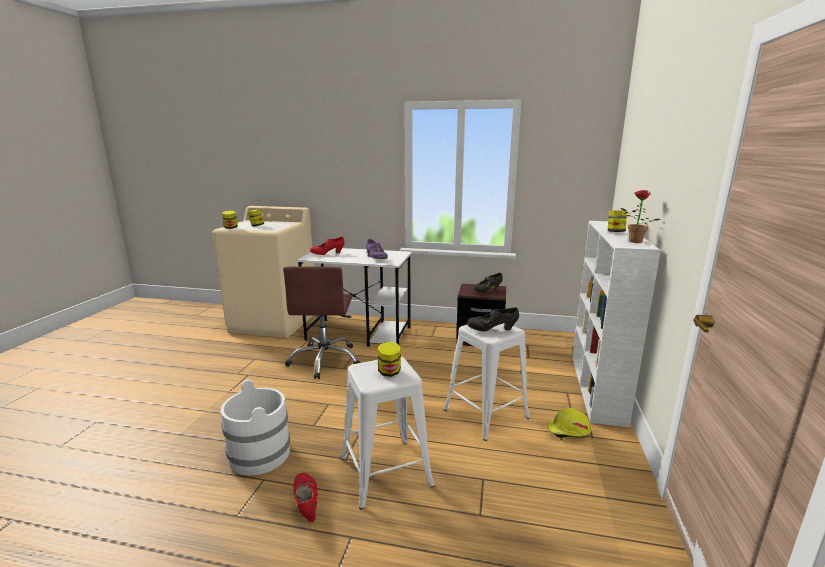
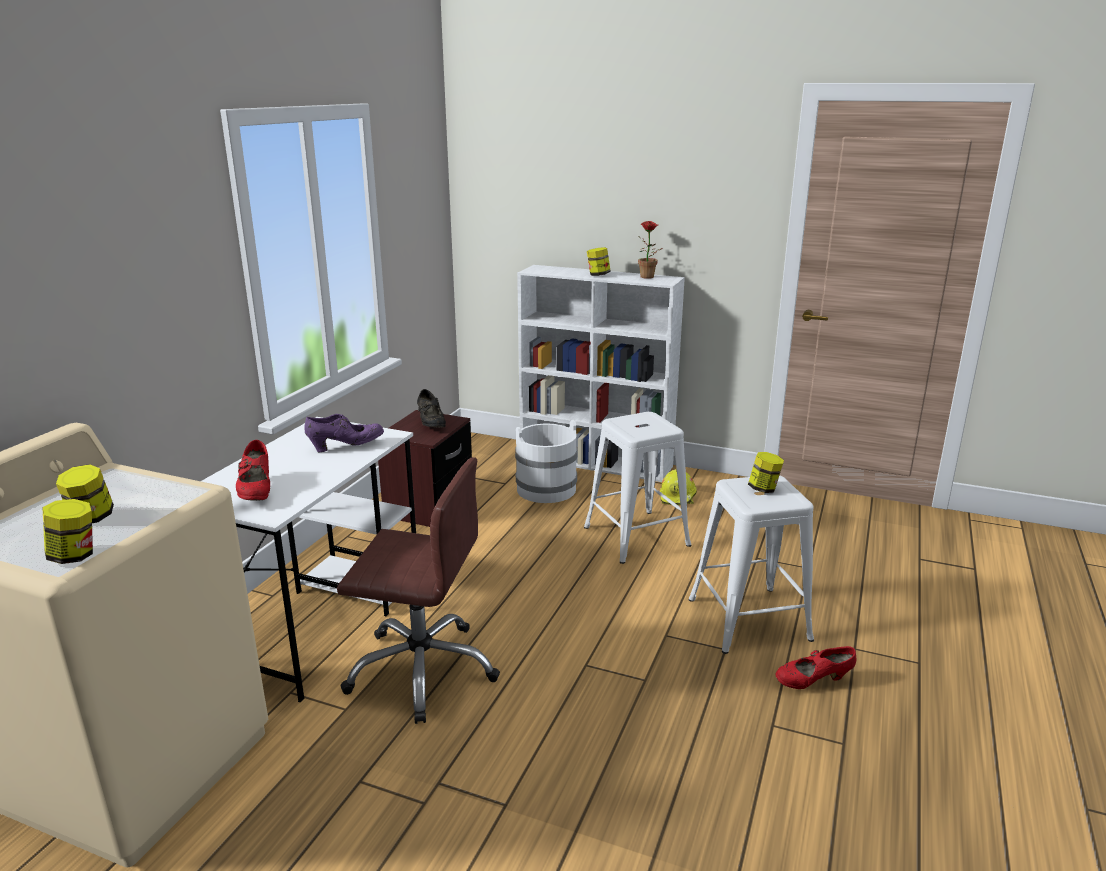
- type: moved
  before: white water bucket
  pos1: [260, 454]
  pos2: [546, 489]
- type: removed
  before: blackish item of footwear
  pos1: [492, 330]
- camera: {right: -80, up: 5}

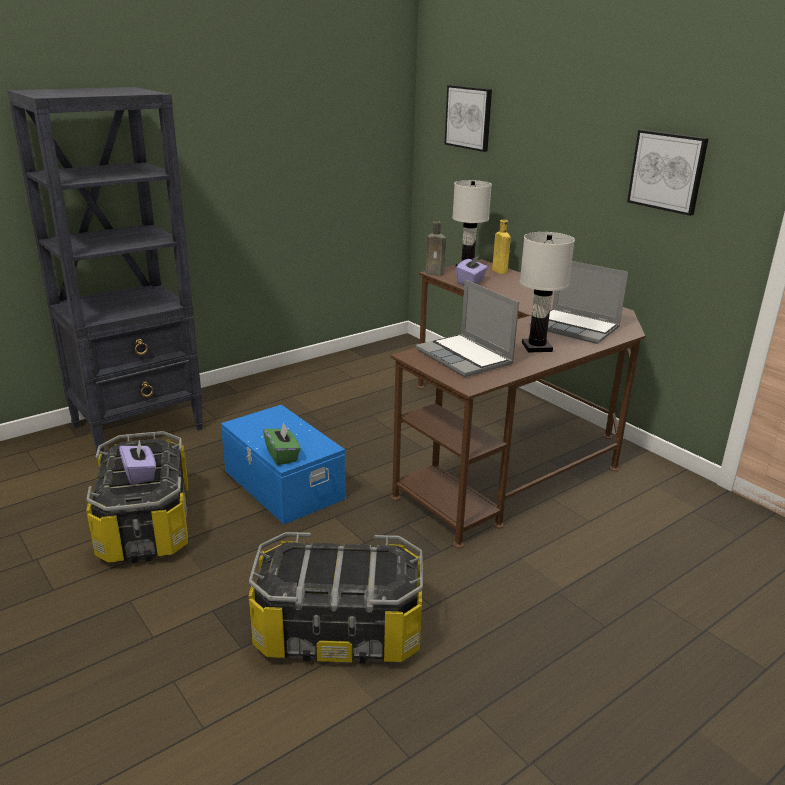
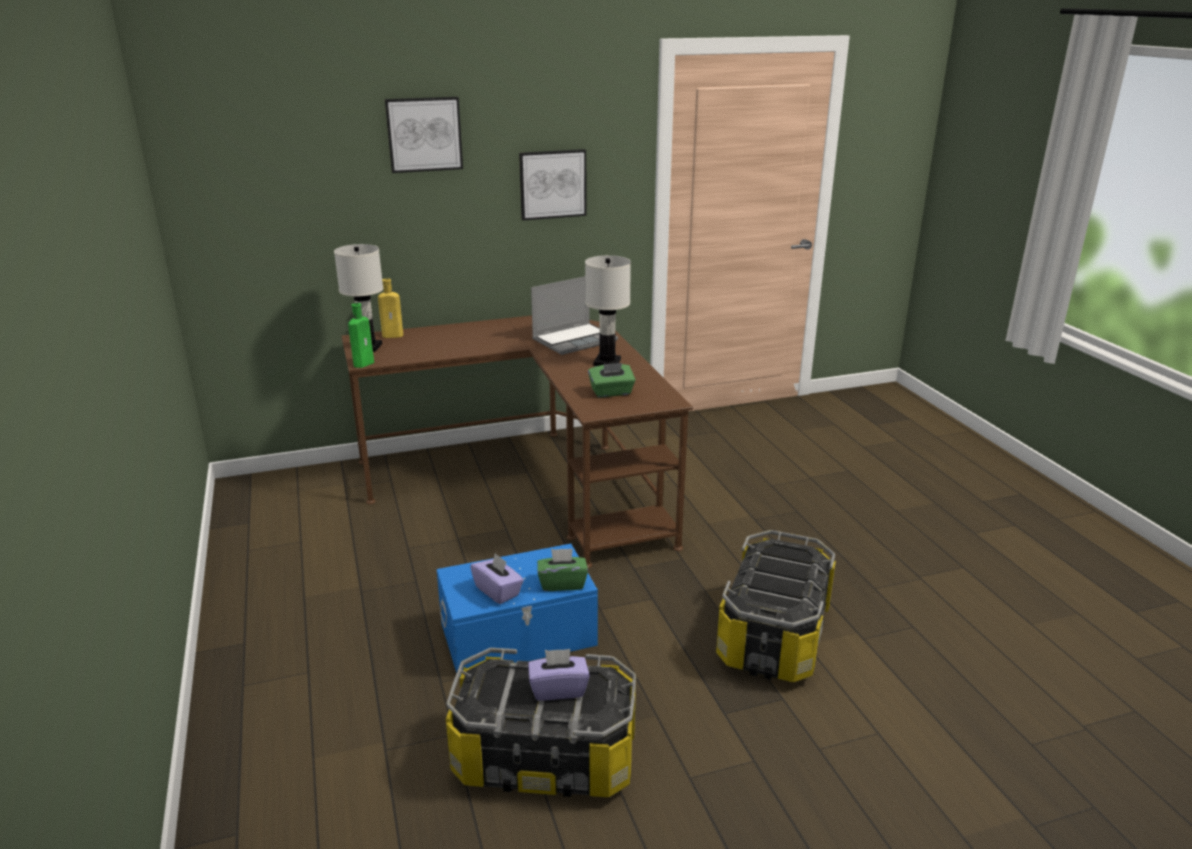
- type: recoloured
  before: brown-coloured drink bottle
  after: greenish drink bottle
  pos1: [436, 273]
  pos2: [365, 363]
- type: moved
  before: picture
  pos1: [469, 117]
  pos2: [424, 134]
- type: moved
  before: purple box of tissues
  pos1: [471, 282]
  pos2: [498, 591]
- type: replaced
  before: portable computer
  after: greenish box of tissues
  pos1: [465, 357]
  pos2: [611, 392]
- type: removed
  before: blackish bookcase
  pos1: [139, 427]
- camera: {right: -70, up: 0}

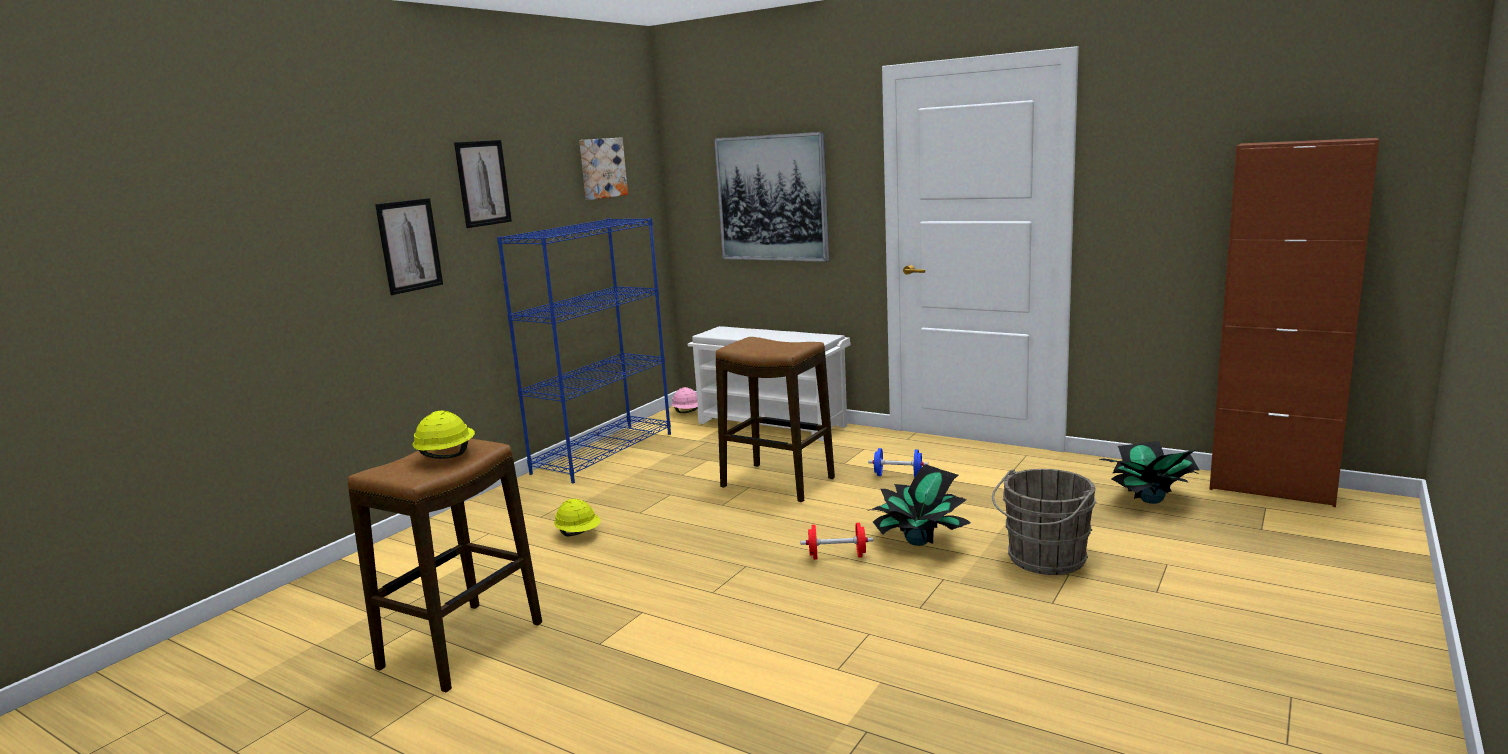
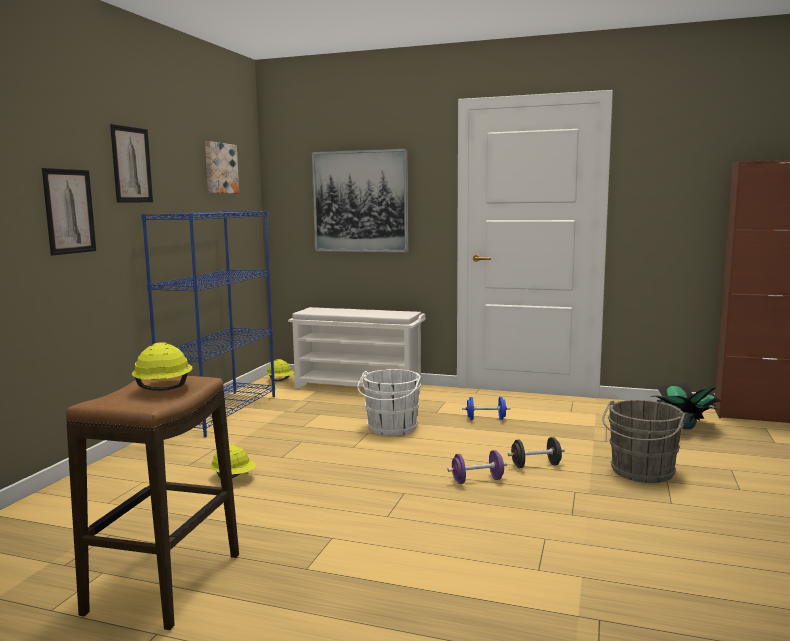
- type: recoloured
  before: pinkish safety helmet
  after: yellow safety helmet
  pos1: [688, 412]
  pos2: [280, 380]
- type: replaced
  before: stool
  after: white water bucket
  pos1: [778, 483]
  pos2: [391, 428]
- type: recoloured
  before: red dumbbell
  after: purple dumbbell
  pos1: [837, 556]
  pos2: [477, 480]
- type: replaced
  before: plant in a pot
  after: blackish dumbbell
  pos1: [918, 542]
  pos2: [536, 465]
- camera: {right: -15, up: -5}

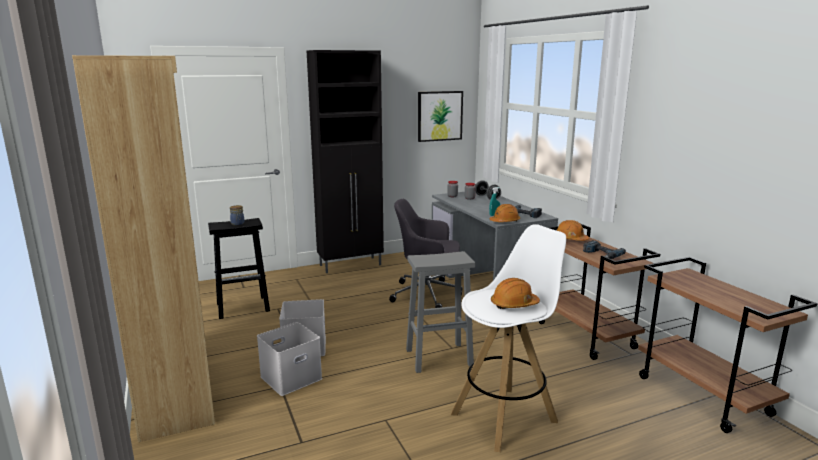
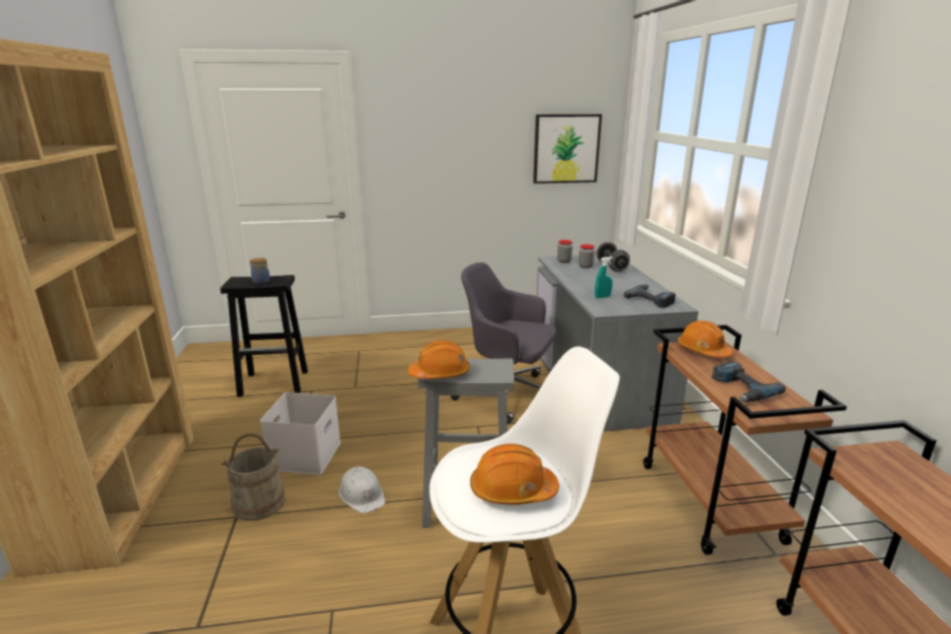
- type: replaced
  before: white storage bin
  after: beige water bucket
  pos1: [291, 377]
  pos2: [259, 503]
- type: added
  after: white safety helmet
  pos2: [362, 494]
- type: moved
  before: orange safety helmet
  pos1: [505, 221]
  pos2: [440, 374]
- type: removed
  before: blackish storage cabinet
  pos1: [351, 265]
- camera: {right: 15, up: 5}

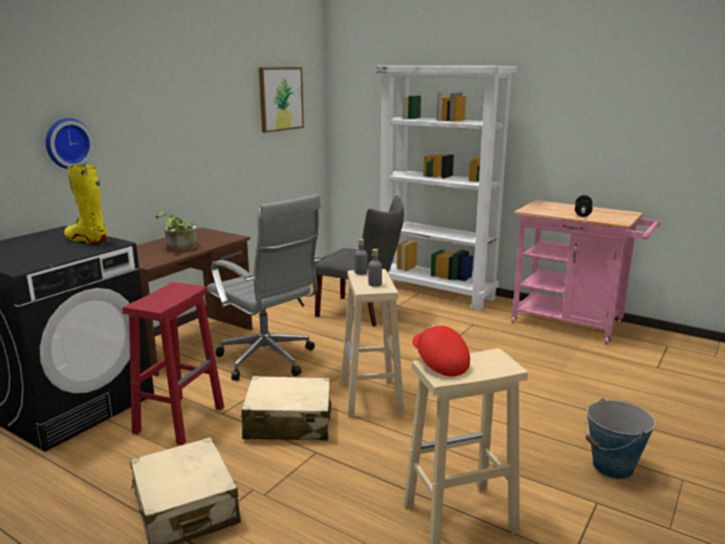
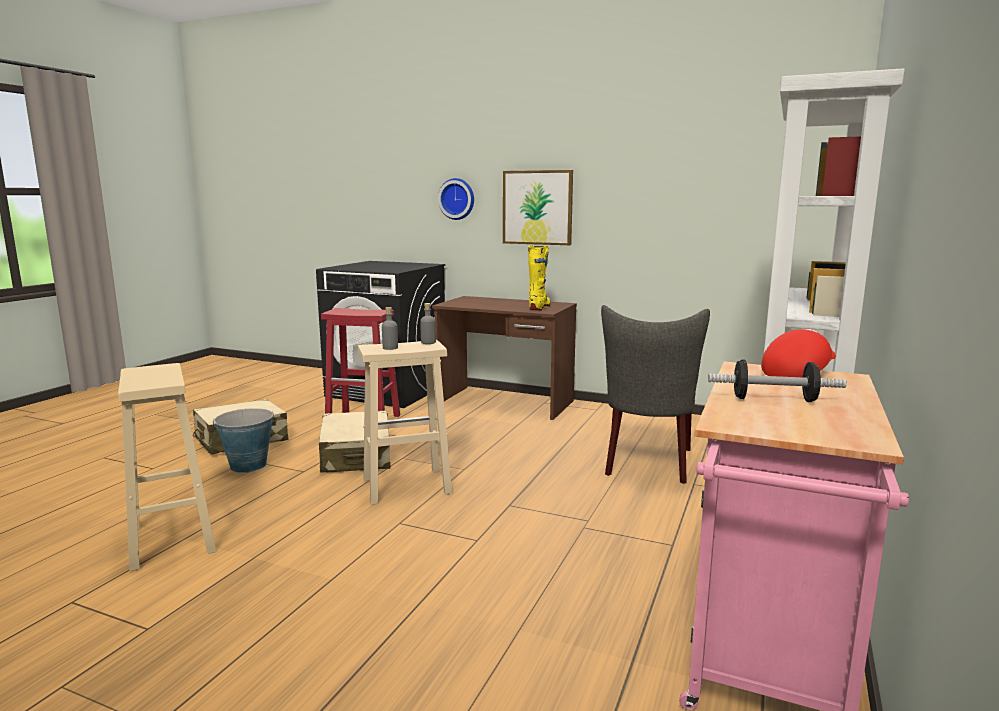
- type: moved
  before: water bucket
  pos1: [613, 467]
  pos2: [248, 465]
- type: moved
  before: picture
  pos1: [281, 99]
  pos2: [537, 207]
- type: moved
  before: yellow high-top boot
  pos1: [87, 240]
  pos2: [539, 308]
- type: moved
  before: red cap
  pos1: [438, 362]
  pos2: [797, 373]
- type: removed
  before: plant in a pot
  pos1: [179, 247]
- type: removed
  before: gray desk chair
  pos1: [269, 361]
- camera: {right: 80, up: -5}

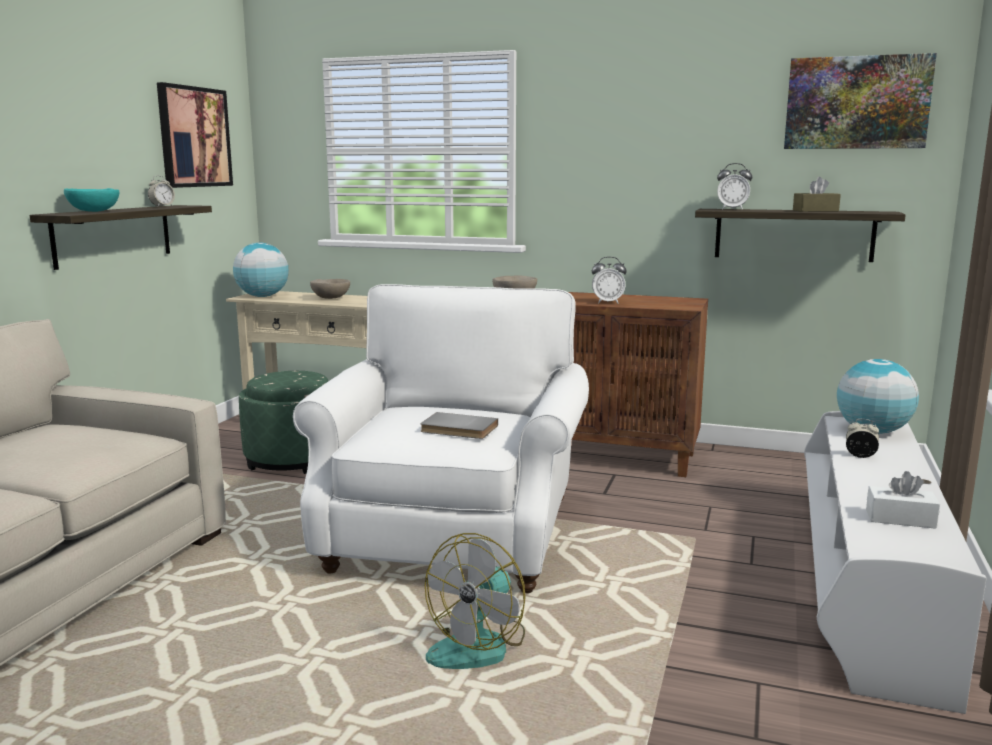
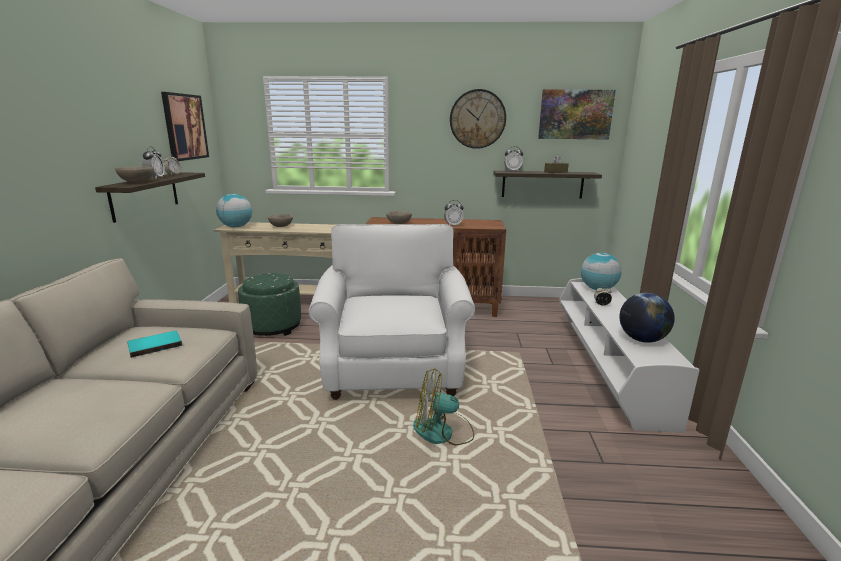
- type: recoloured
  before: blue-green bowl
  after: beige bowl
  pos1: [94, 211]
  pos2: [137, 182]
- type: added
  after: blue-green book
  pos2: [155, 345]
- type: added
  after: bedside clock
  pos2: [155, 178]
- type: turned
  before: fan
  pos1: [479, 645]
  pos2: [442, 432]
  turn: 75
- type: added
  after: hanging clock
  pos2: [477, 119]
- type: replaced
  before: white box of tissues
  after: world globe
  pos1: [900, 519]
  pos2: [642, 340]
- type: removed
  before: gray book
  pos1: [458, 429]
- camera: {right: -15, up: 5}

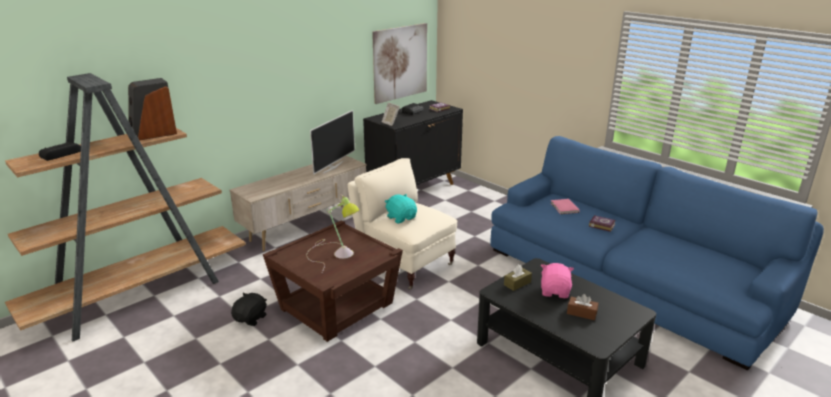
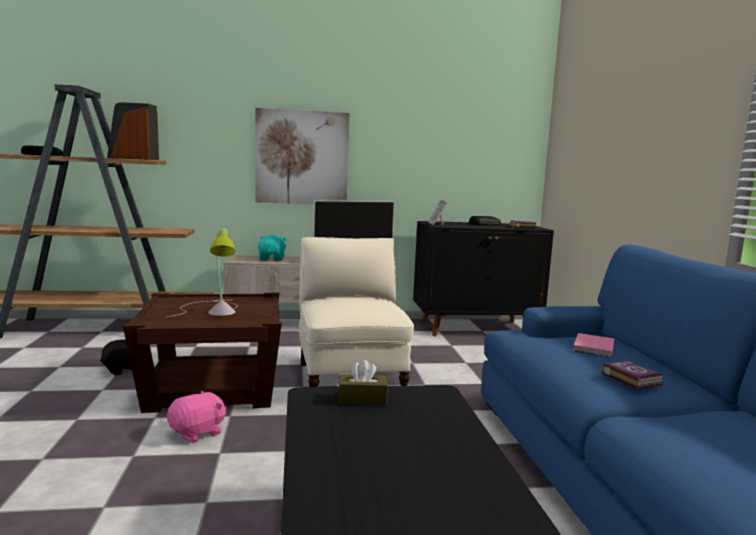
- type: moved
  before: pinkish plush toy
  pos1: [555, 291]
  pos2: [197, 433]
- type: moved
  before: picture
  pos1: [400, 62]
  pos2: [302, 157]
- type: moved
  before: blue-green plush toy
  pos1: [401, 218]
  pos2: [272, 258]
- type: removed
  before: brown-coloured box of tissues
  pos1: [581, 313]
- camera: {right: 35, up: -15}

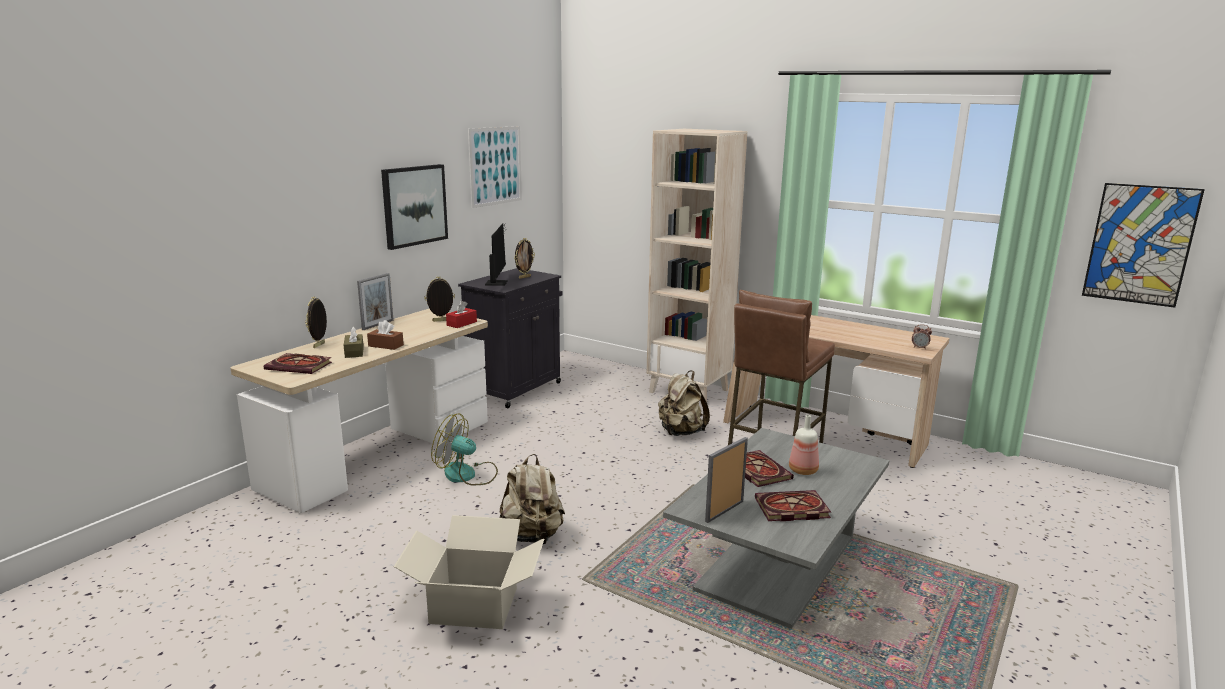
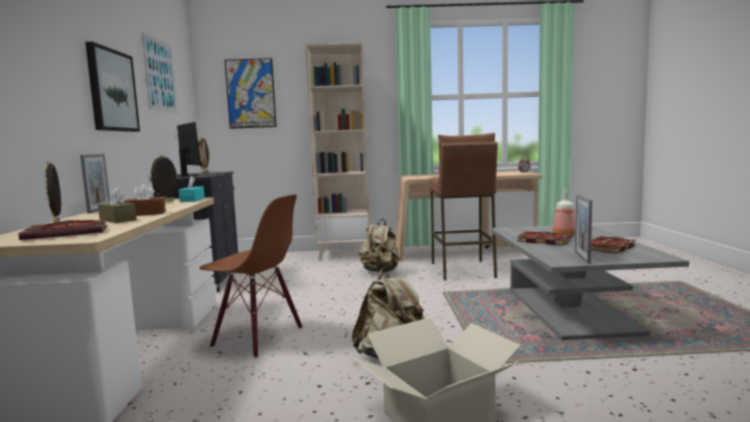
- type: recoloured
  before: red box of tissues
  after: blue-green box of tissues
  pos1: [461, 323]
  pos2: [192, 200]
- type: replaced
  before: fan
  after: brown-coloured chair
  pos1: [467, 475]
  pos2: [257, 338]
- type: moved
  before: picture
  pos1: [1140, 244]
  pos2: [250, 93]
- camera: {right: -35, up: -10}

